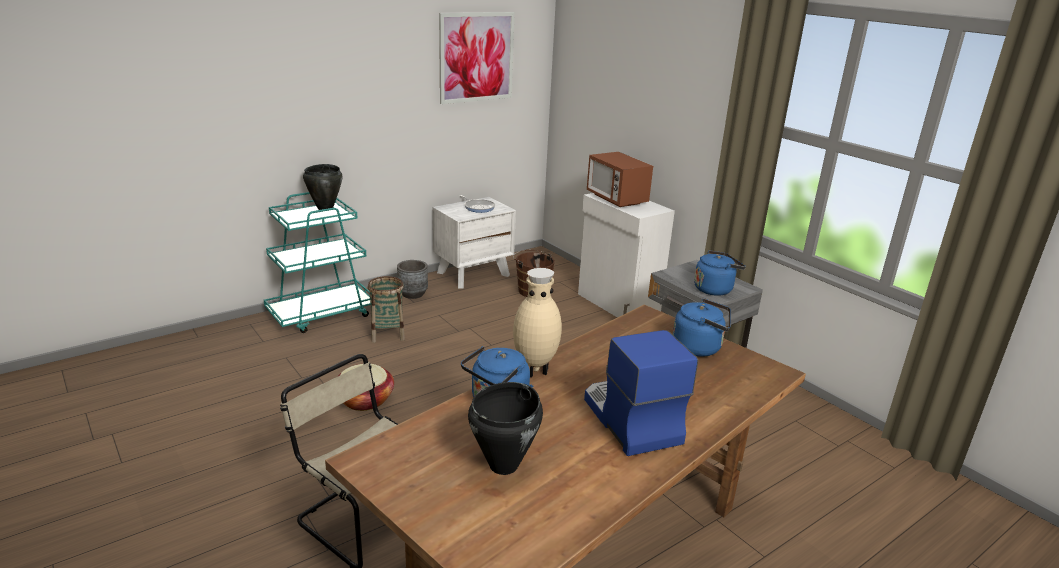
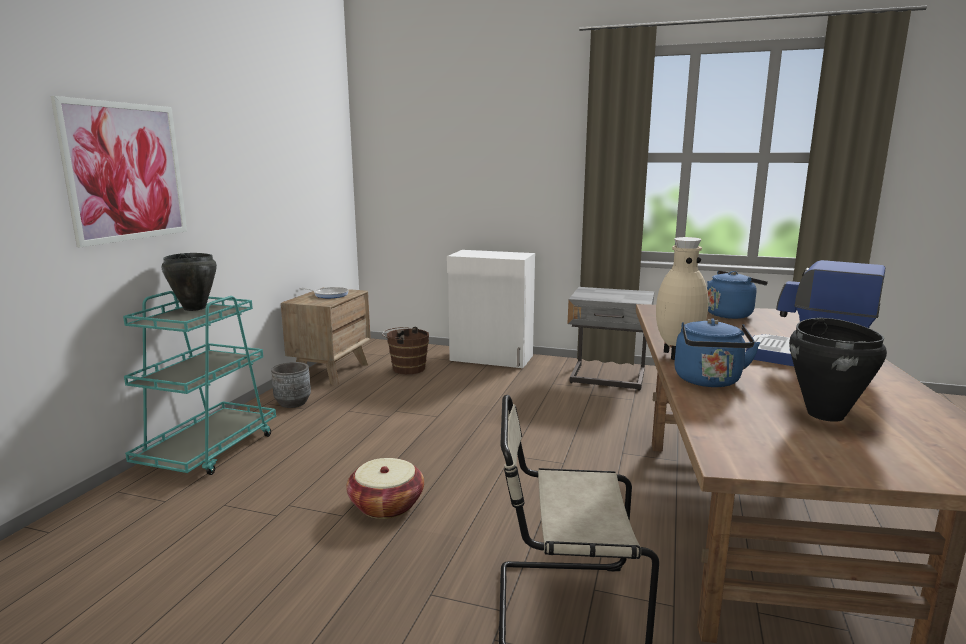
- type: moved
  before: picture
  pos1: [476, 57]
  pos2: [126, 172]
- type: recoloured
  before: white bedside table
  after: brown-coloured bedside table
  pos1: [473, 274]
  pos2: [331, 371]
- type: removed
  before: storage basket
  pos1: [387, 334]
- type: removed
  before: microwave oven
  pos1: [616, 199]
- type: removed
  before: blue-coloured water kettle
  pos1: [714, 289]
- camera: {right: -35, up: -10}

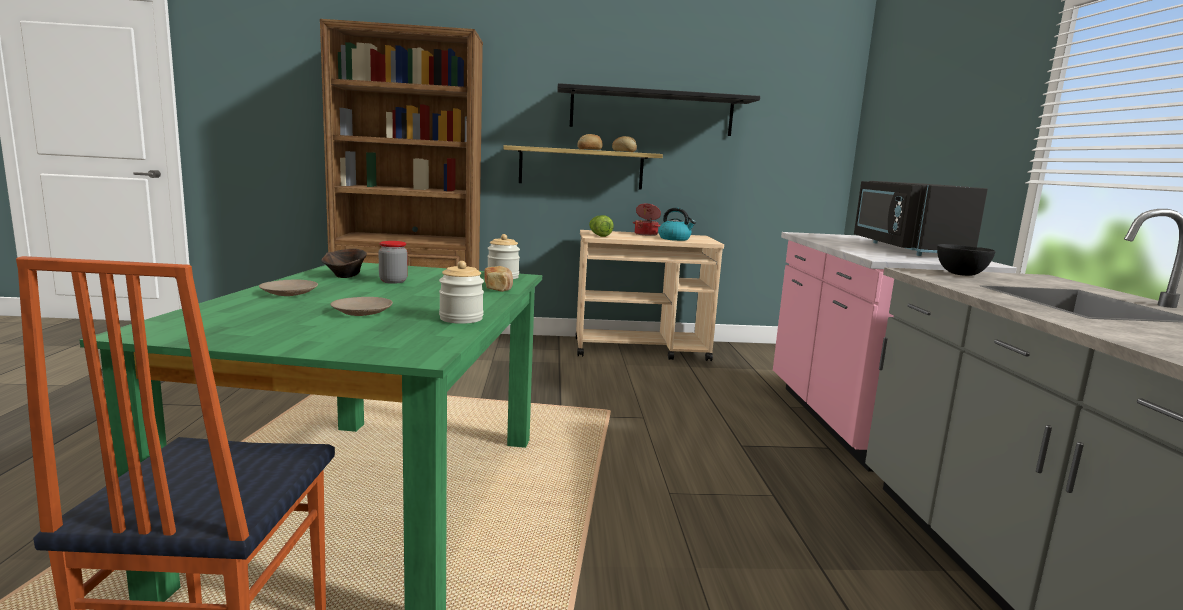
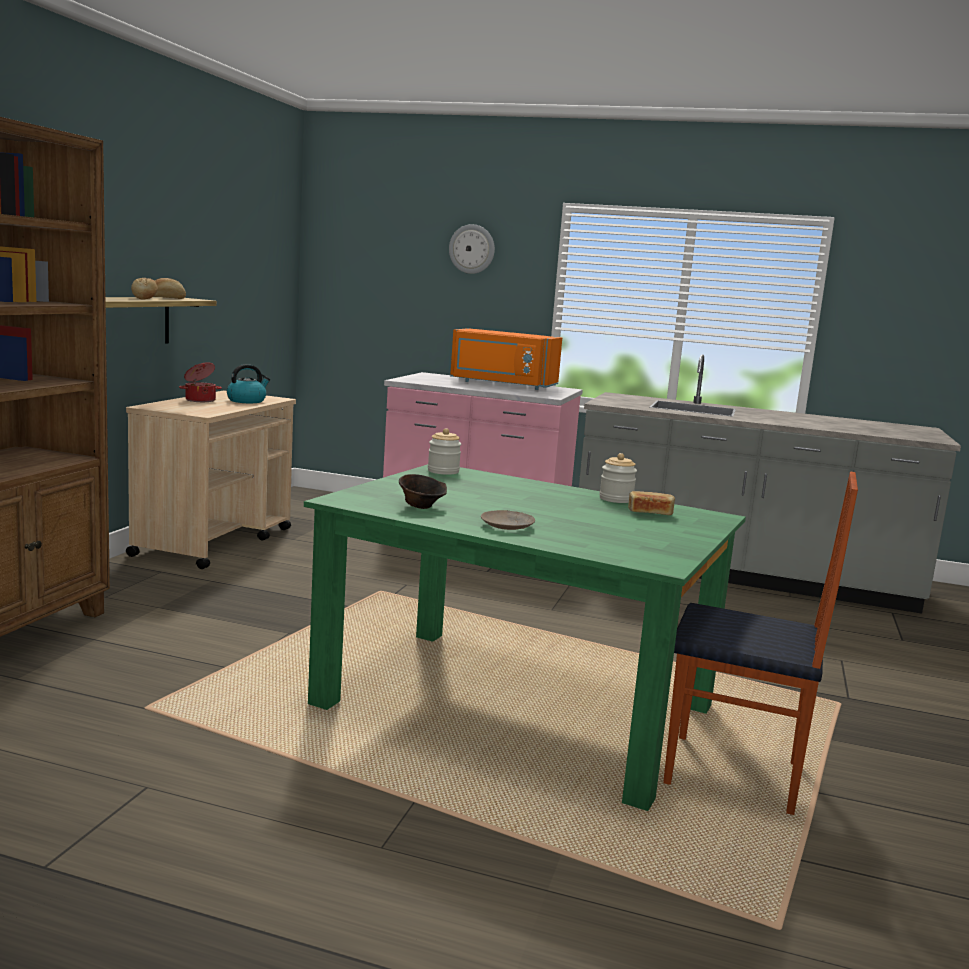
- type: added
  after: hanging clock
  pos2: [472, 249]
- type: recoloured
  before: blackish microwave oven
  after: orange microwave oven
  pos1: [905, 249]
  pos2: [502, 384]
- type: moved
  before: bread
  pos1: [498, 288]
  pos2: [650, 513]
- type: removed
  before: beige plate
  pos1: [362, 312]
- type: removed
  before: preserve jar
  pos1: [393, 281]
- type: removed
  before: blackish bracket shelf
  pos1: [652, 112]
- type: removed
  before: lettuce
  pos1: [599, 235]
- type: removed
  before: blackish bowl
  pos1: [960, 274]
- camera: {right: -70, up: 0}

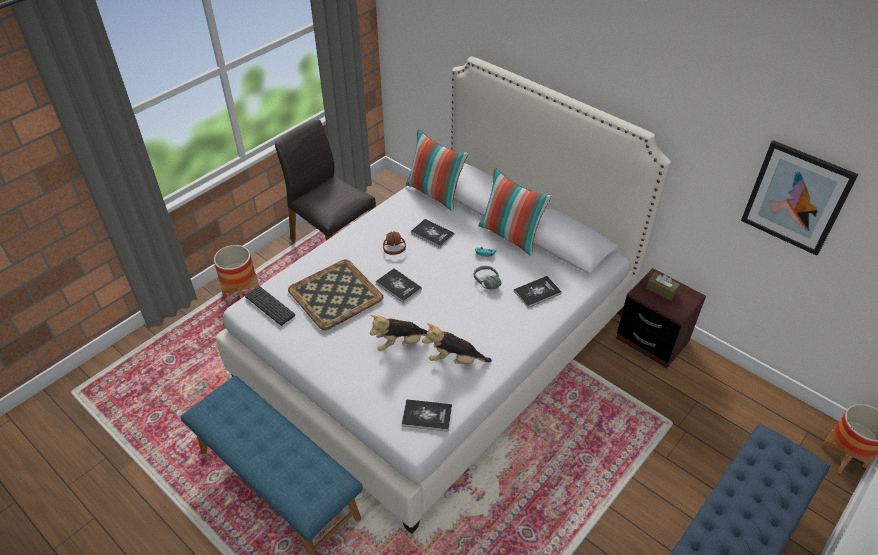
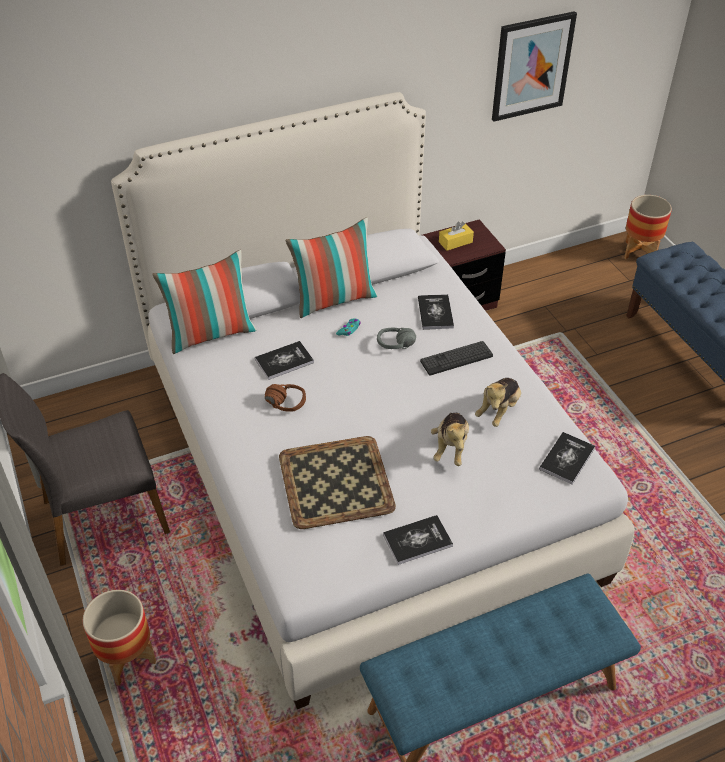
- type: moved
  before: book
  pos1: [398, 286]
  pos2: [417, 540]
- type: moved
  before: PC keyboard
  pos1: [270, 306]
  pos2: [456, 358]
- type: recoloured
  before: brown-coloured box of tissues
  after: yellow box of tissues
  pos1: [661, 290]
  pos2: [455, 242]
- camera: {right: -65, up: 0}

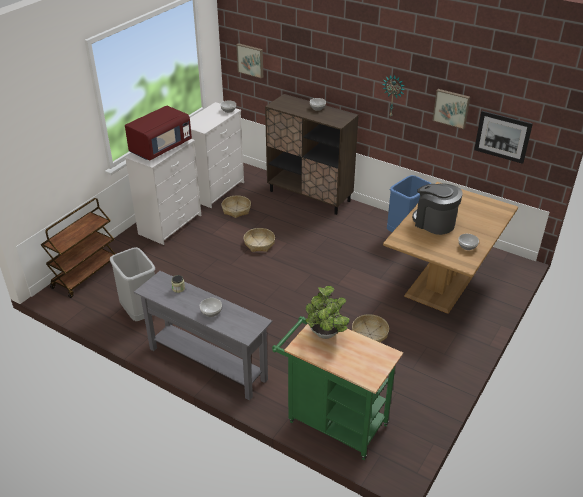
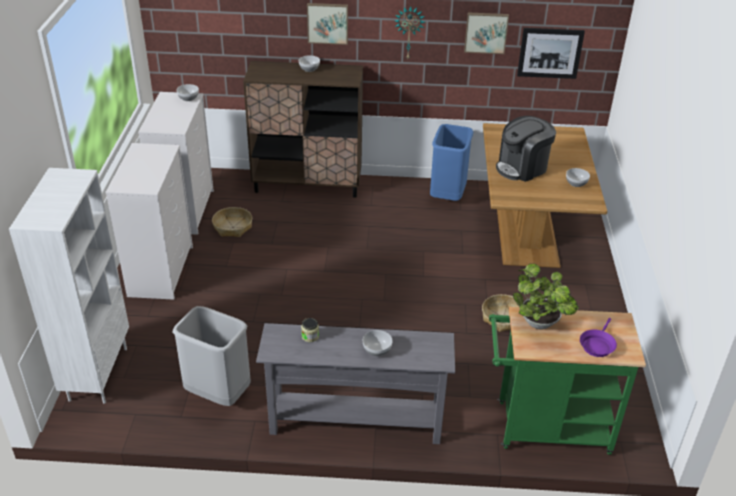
- type: replaced
  before: brown-coloured wheeled cart
  after: white bookcase
  pos1: [85, 274]
  pos2: [97, 373]
- type: moved
  before: picture
  pos1: [250, 60]
  pos2: [327, 23]
- type: turned
  before: coffee machine
  pos1: [434, 223]
  pos2: [522, 168]
  turn: -45
- type: added
  after: purple skillet
  pos2: [597, 345]
- type: removed
  before: red microwave oven
  pos1: [160, 148]
- type: removed
  before: storage basket
  pos1: [259, 244]
- camera: {right: -30, up: 0}

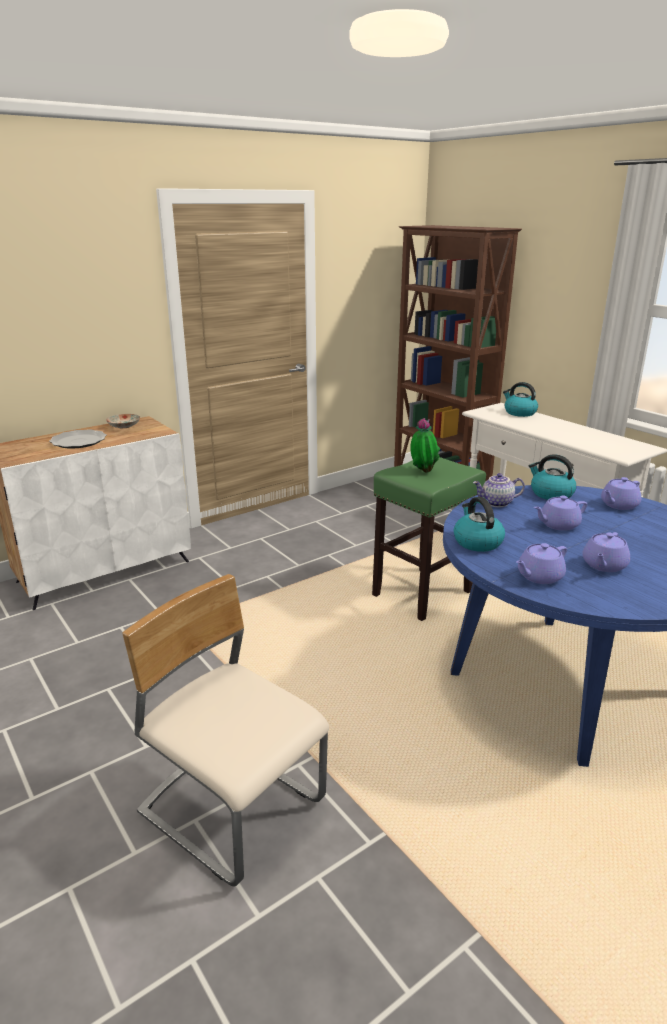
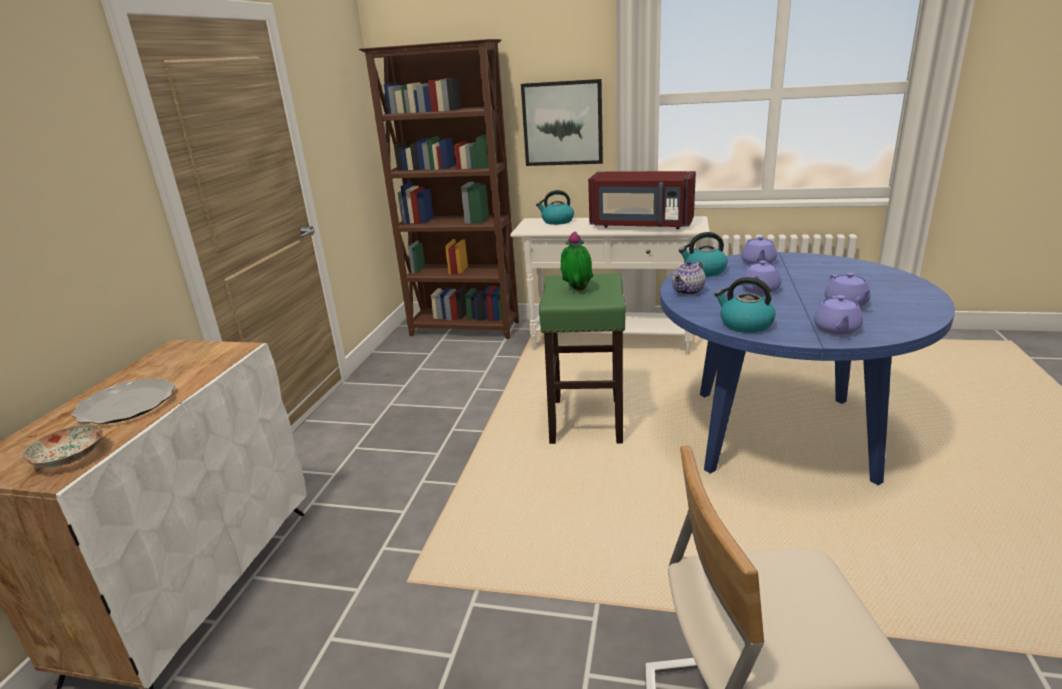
- type: moved
  before: plate
  pos1: [124, 426]
  pos2: [70, 457]
- type: added
  after: picture
  pos2: [563, 123]
- type: added
  after: red microwave oven
  pos2: [641, 225]
- camera: {right: -40, up: 0}

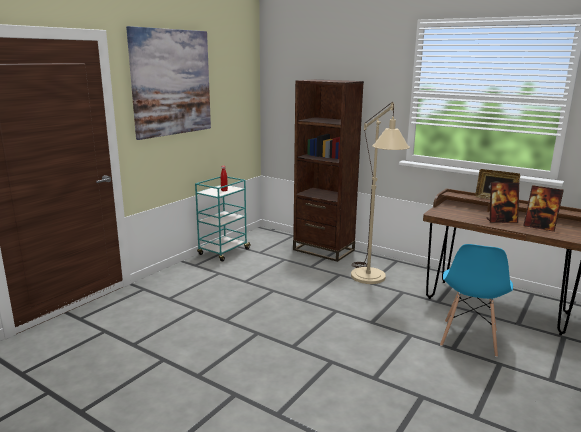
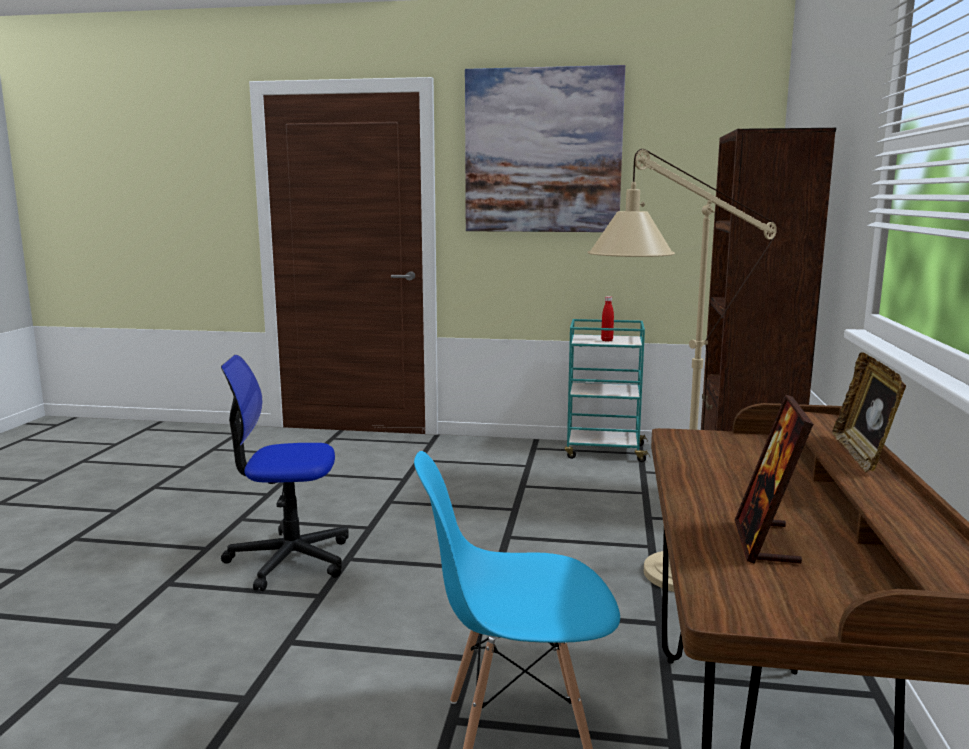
- type: added
  after: desk chair
  pos2: [289, 559]
- type: removed
  before: photo frame
  pos1: [501, 221]
- camera: {right: 65, up: -5}

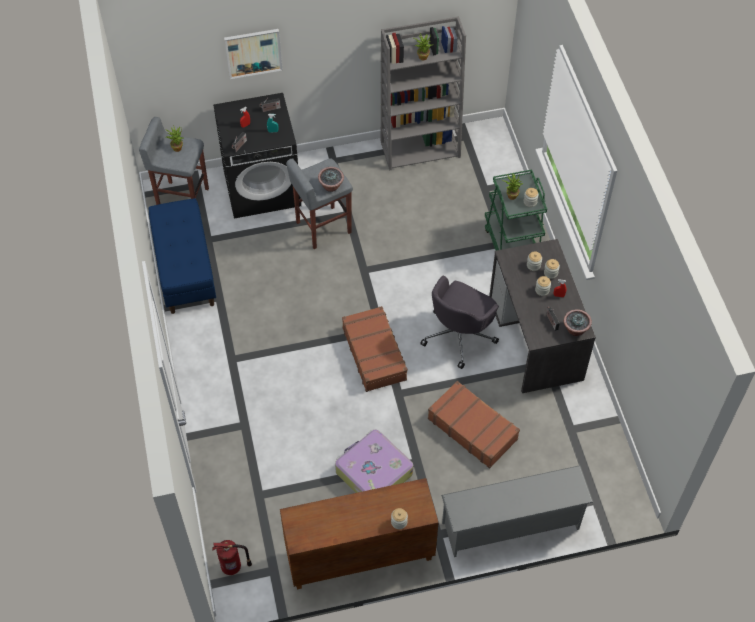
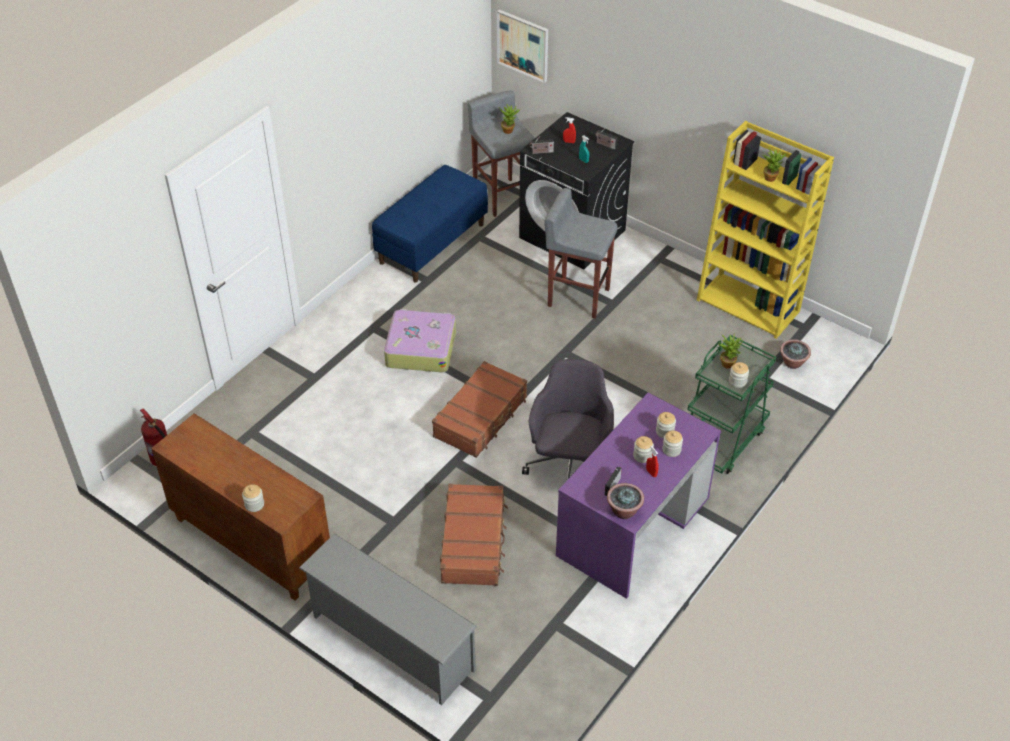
- type: moved
  before: travel case
  pos1: [373, 472]
  pos2: [420, 348]
- type: moved
  before: picture
  pos1: [253, 52]
  pos2: [523, 45]
- type: turned
  before: gray desk chair
  pos1: [459, 335]
  pos2: [570, 465]
  turn: 105
- type: recoloured
  before: gray desk unit
  after: purple desk unit
  pos1: [536, 338]
  pos2: [634, 527]
- type: recoloured
  before: gray bookcase
  after: yellow bookcase
  pos1: [421, 148]
  pos2: [749, 305]
- type: moved
  before: plant in a pot
  pos1: [331, 186]
  pos2: [792, 363]
- camera: {right: 50, up: -10}

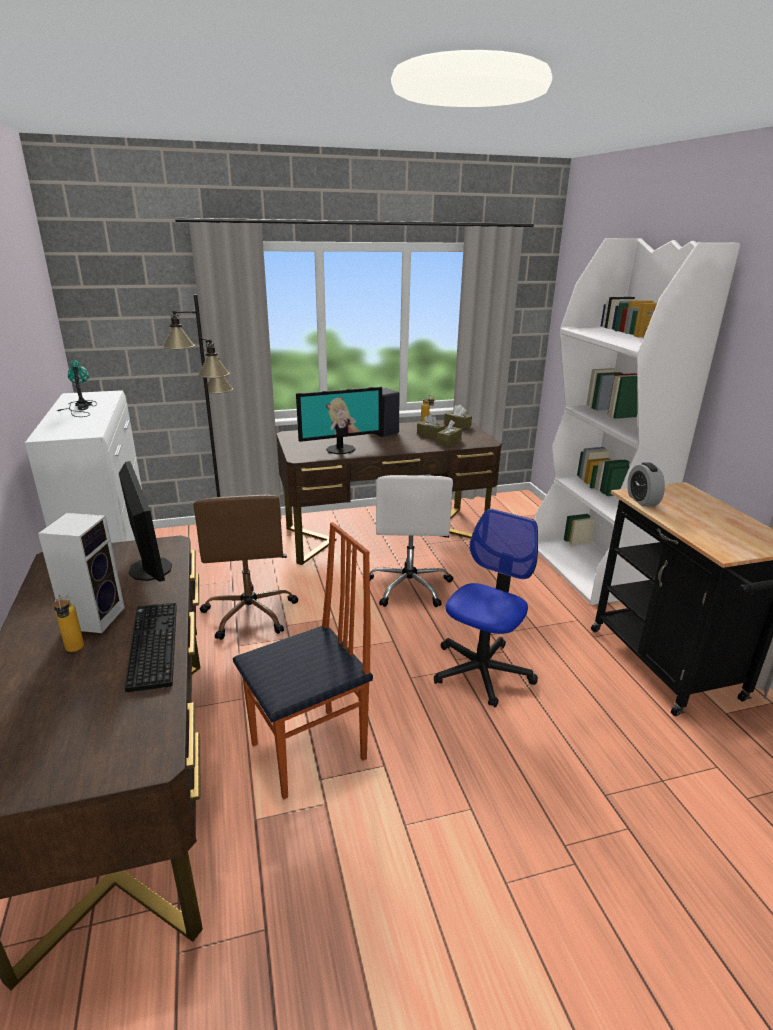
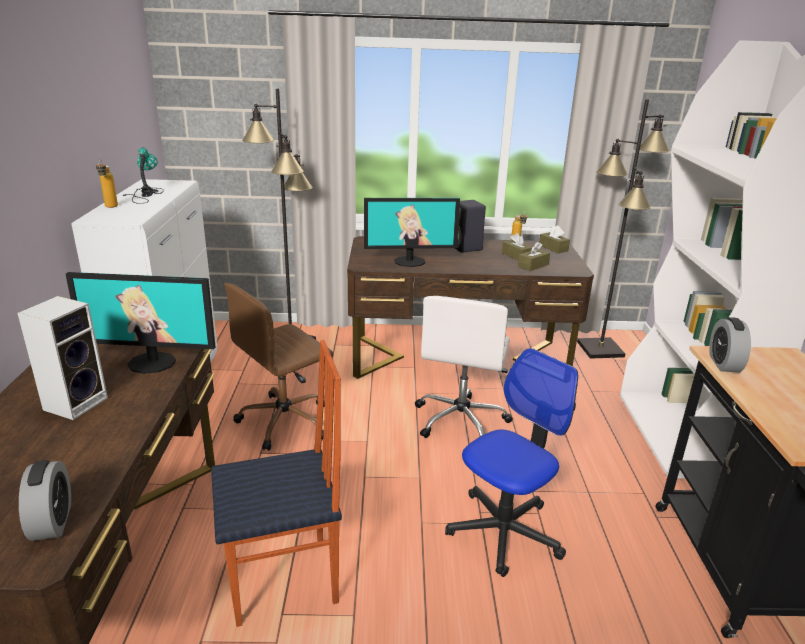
- type: added
  after: bedside clock
  pos2: [52, 522]
- type: turned
  before: computer screen
  pos1: [149, 569]
  pos2: [152, 362]
  turn: 105
- type: moved
  before: drink bottle
  pos1: [74, 651]
  pos2: [110, 207]
- type: turned
  before: brown-coloured desk chair
  pos1: [250, 613]
  pos2: [286, 421]
  turn: 45
- type: added
  after: blackish floor lamp
  pos2: [601, 349]
- type: removed
  before: PC keyboard
  pos1: [151, 645]
- camera: {right: 15, up: 0}

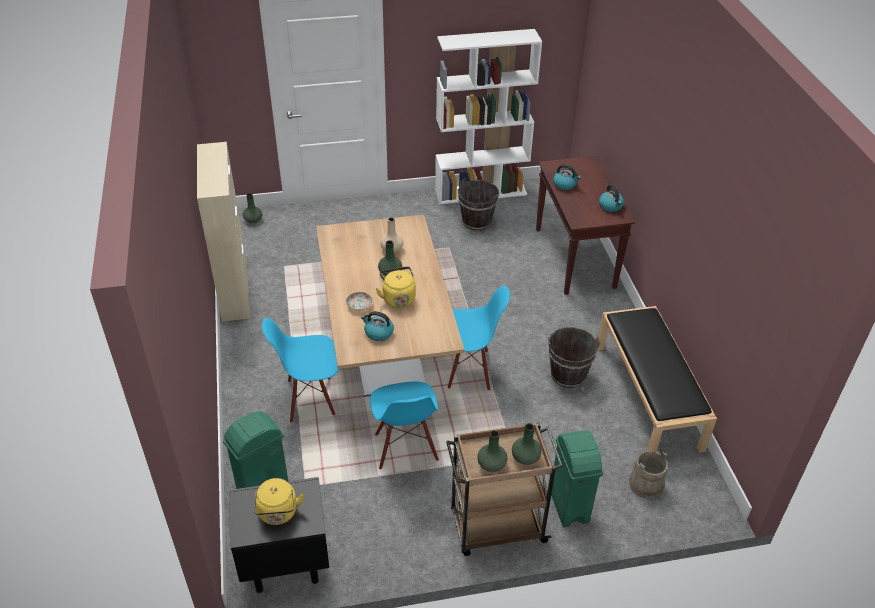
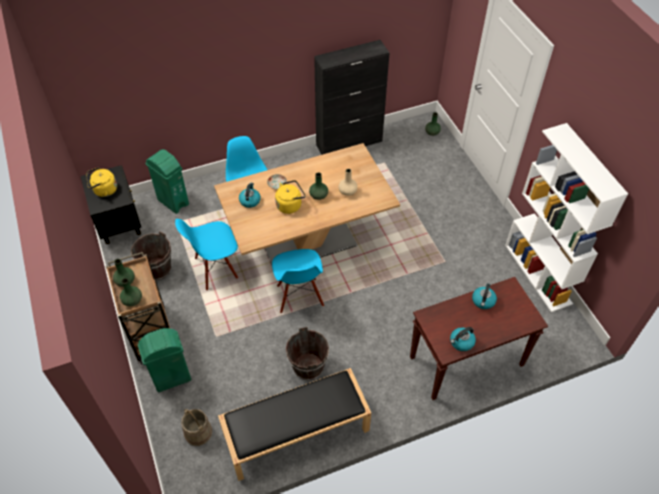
- type: moved
  before: brown-coloured water bucket
  pos1: [476, 222]
  pos2: [157, 269]
- type: recoloured
  before: beige storage cabinet
  after: blackish storage cabinet
  pos1: [235, 290]
  pos2: [349, 143]
- camera: {right: 80, up: 10}

